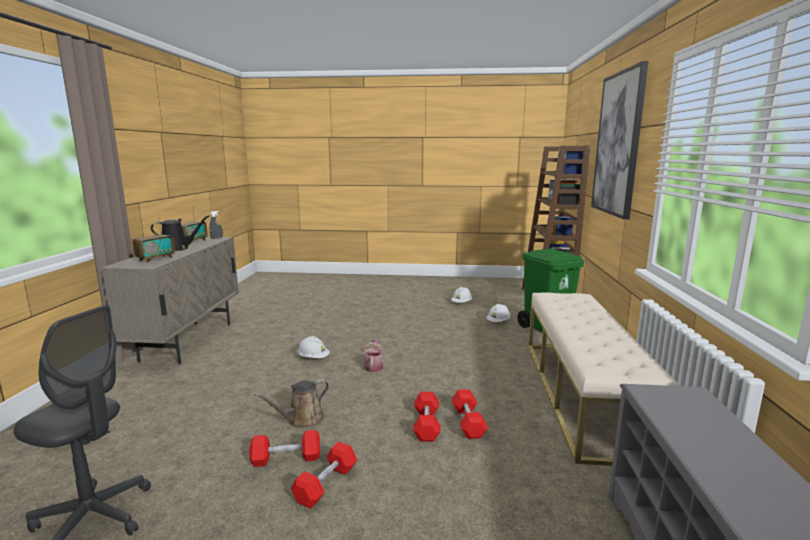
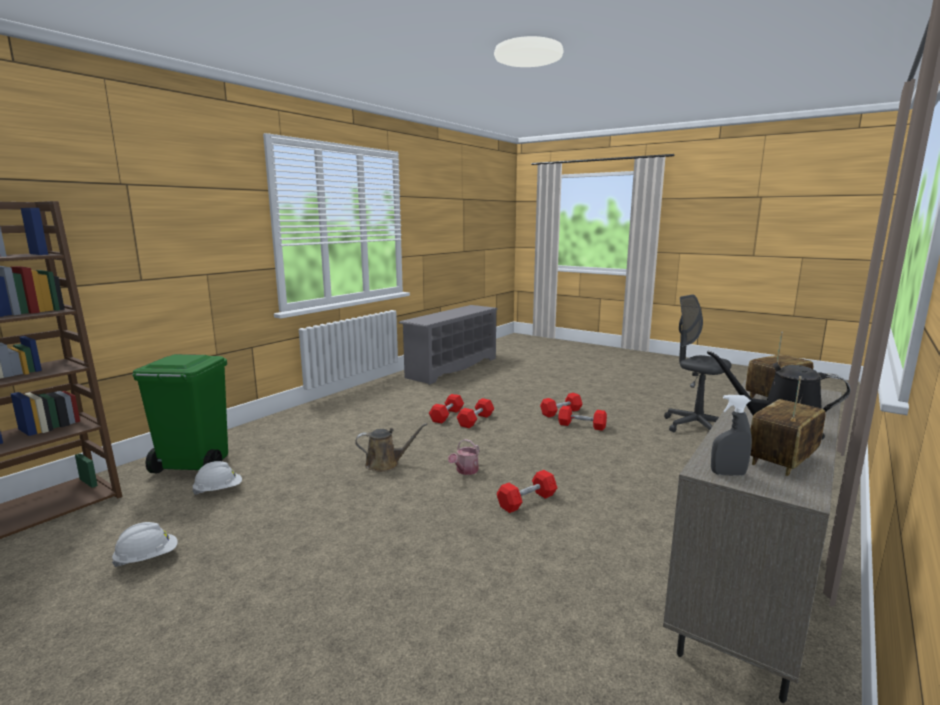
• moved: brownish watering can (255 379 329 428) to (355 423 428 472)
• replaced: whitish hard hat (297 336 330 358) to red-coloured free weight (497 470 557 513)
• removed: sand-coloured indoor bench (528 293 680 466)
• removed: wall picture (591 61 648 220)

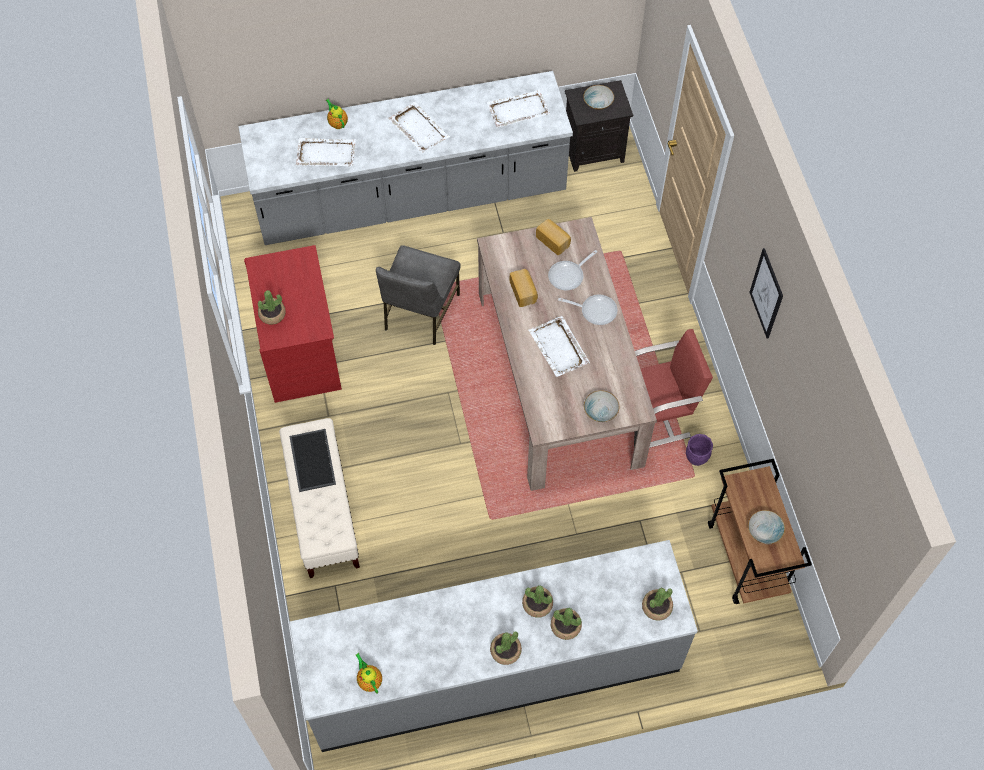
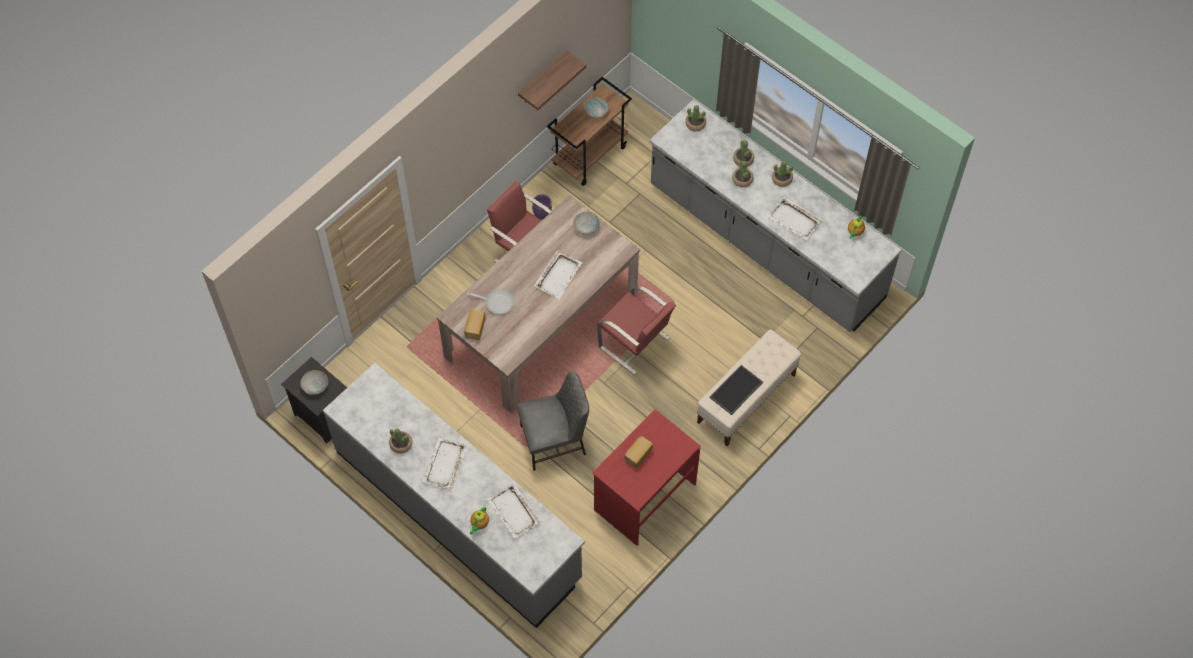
• moved: houseplant (258 290 286 324) to (389 428 412 454)
• moved: whitish tray (487 90 550 128) to (767 197 823 240)
• moved: bread (510 269 538 307) to (624 436 653 469)
• removed: pan (558 295 618 325)
• removed: wall picture (749 248 783 338)
• added: shelf (518 50 586 110)
• added: red-coloured upright chair (597 286 676 375)

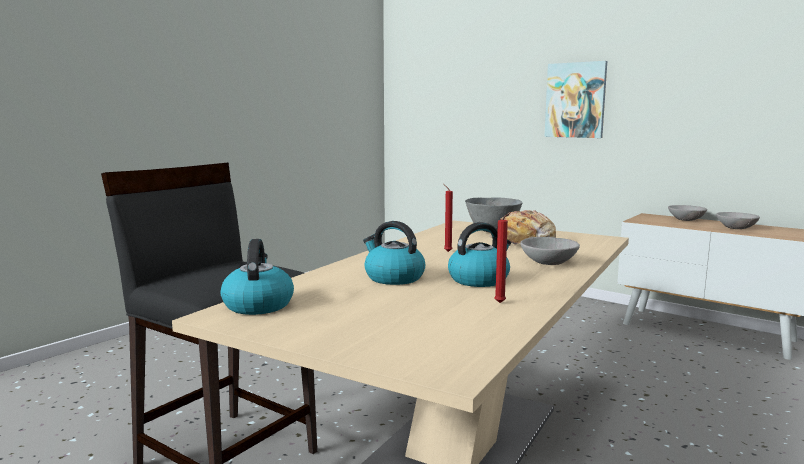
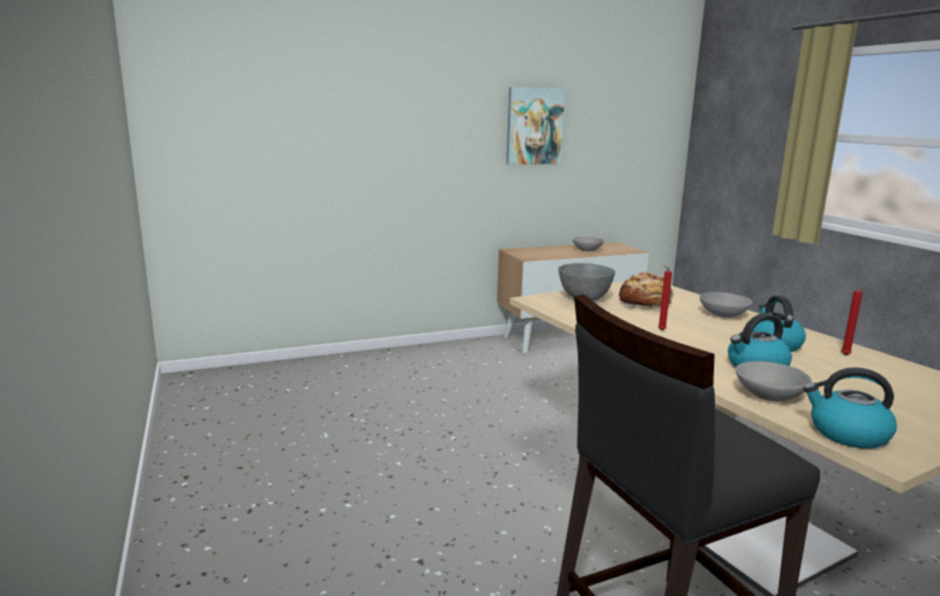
• moved: wall picture (544 61 607 138) to (506 87 565 165)
• moved: grey deep dish (668 205 707 221) to (735 361 812 402)

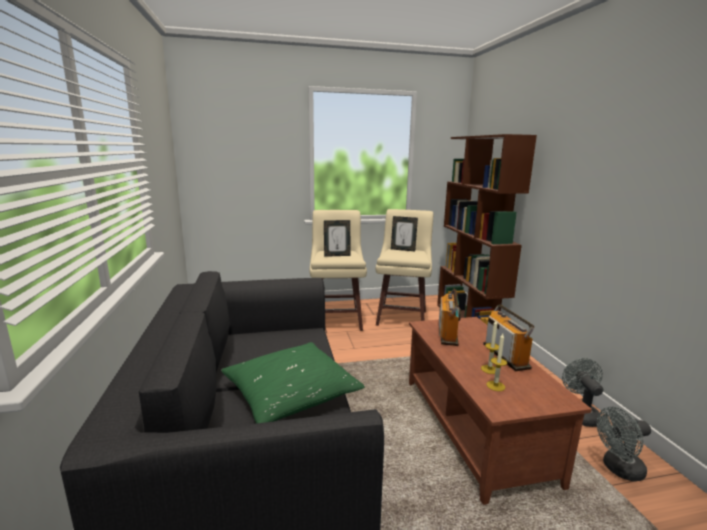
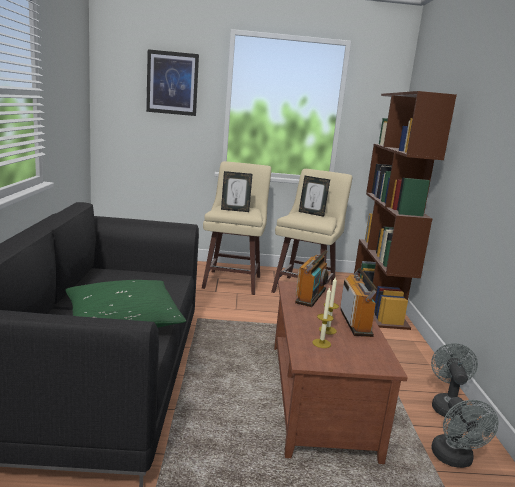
• turned: grey electric fan (597 407 651 481) = (431 397 499 468) 90 degrees counterclockwise
• added: wall picture (146 49 199 116)

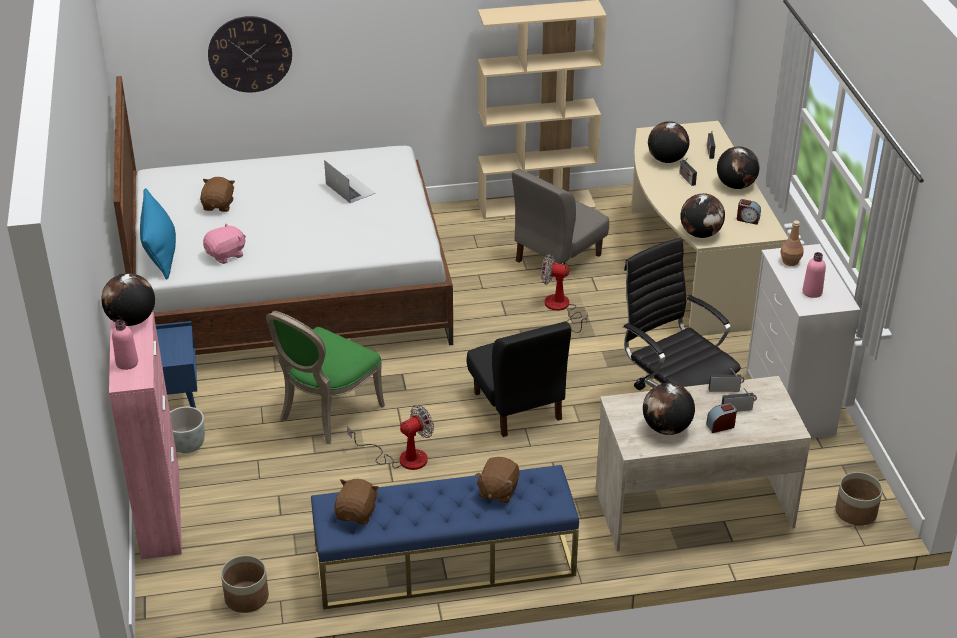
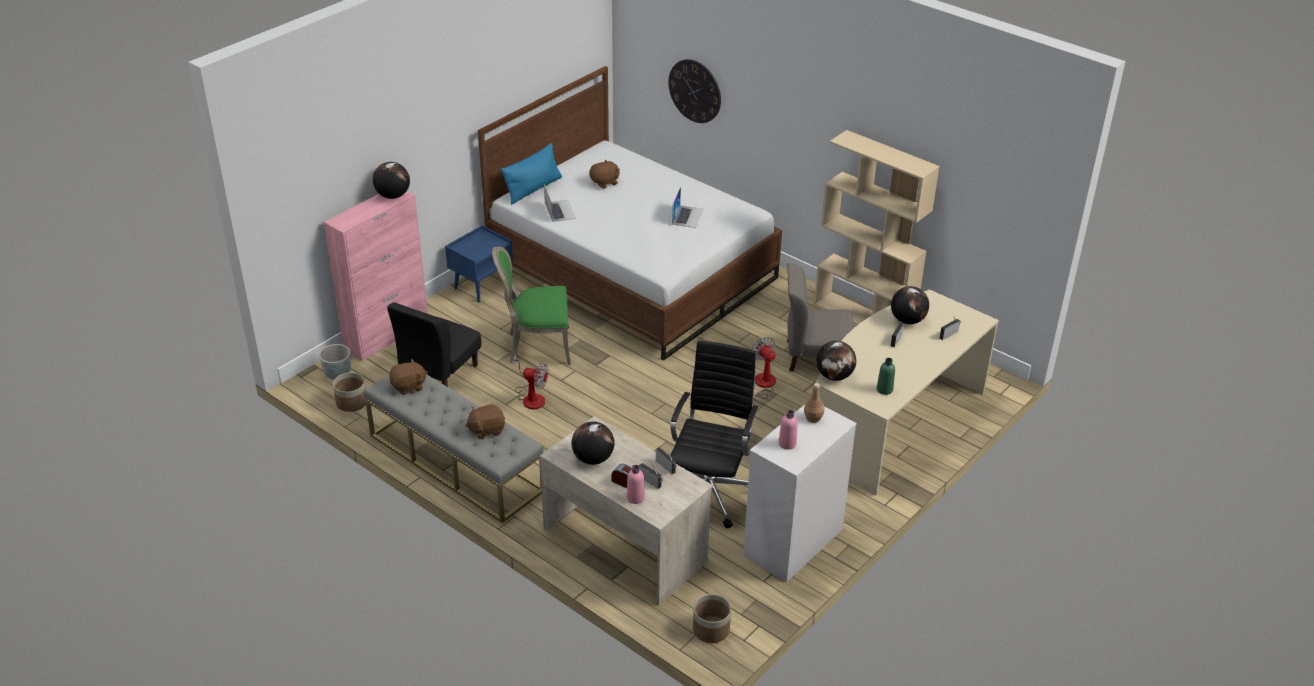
• moved: pink-coloured drink bottle (112 320 138 370) to (627 465 645 504)
• moved: grey plant pot (170 407 205 453) to (319 344 351 380)
• replaced: pink-coloured plush toy (203 223 246 264) to notebook computer (544 184 576 222)
• recoloured: bluish indoor bench (311 465 579 610) to grey indoor bench (364 374 544 523)
• moved: black upright chair (467 321 571 437) to (387 302 482 387)
• removed: world globe (717 146 760 189)
• replaced: bedside clock (737 199 761 225) to green-coloured drink bottle (877 358 895 395)

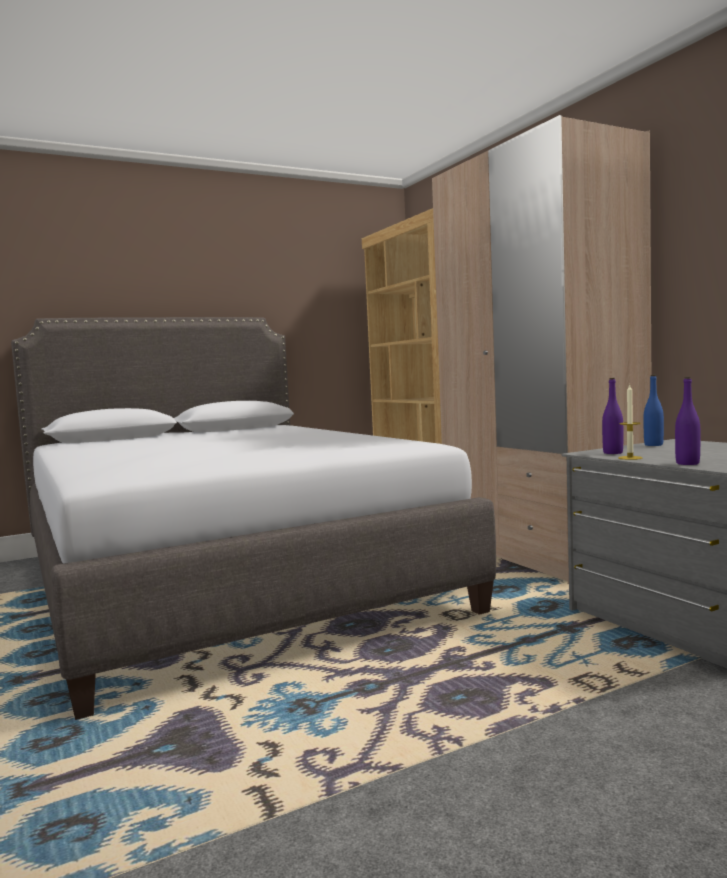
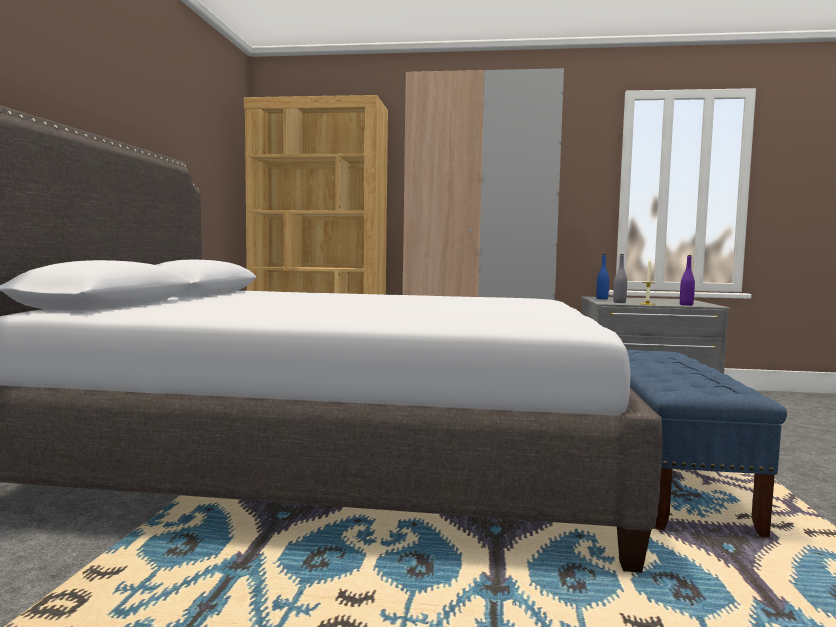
• recoloured: purple-coloured drink bottle (602 378 623 454) to grey drink bottle (613 254 627 303)
• added: bluish indoor bench (627 350 787 537)

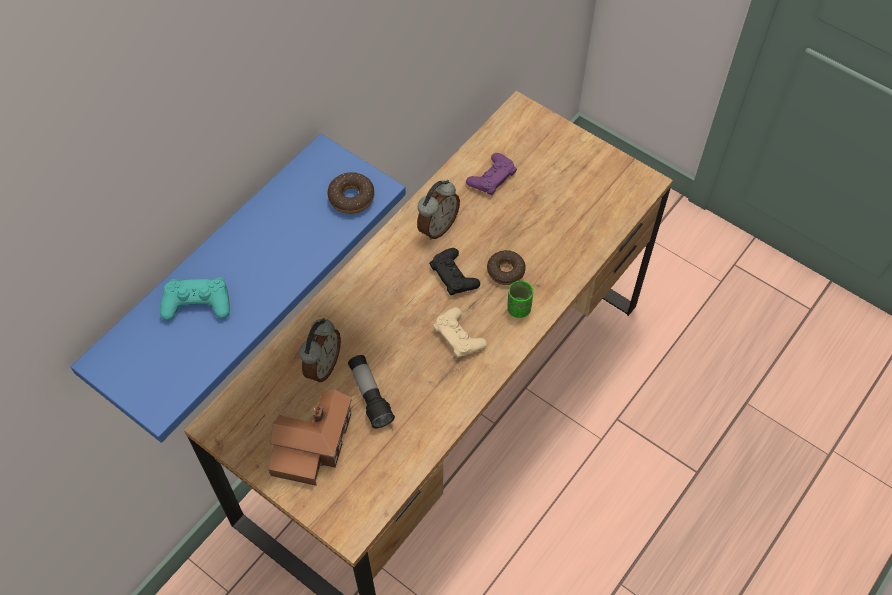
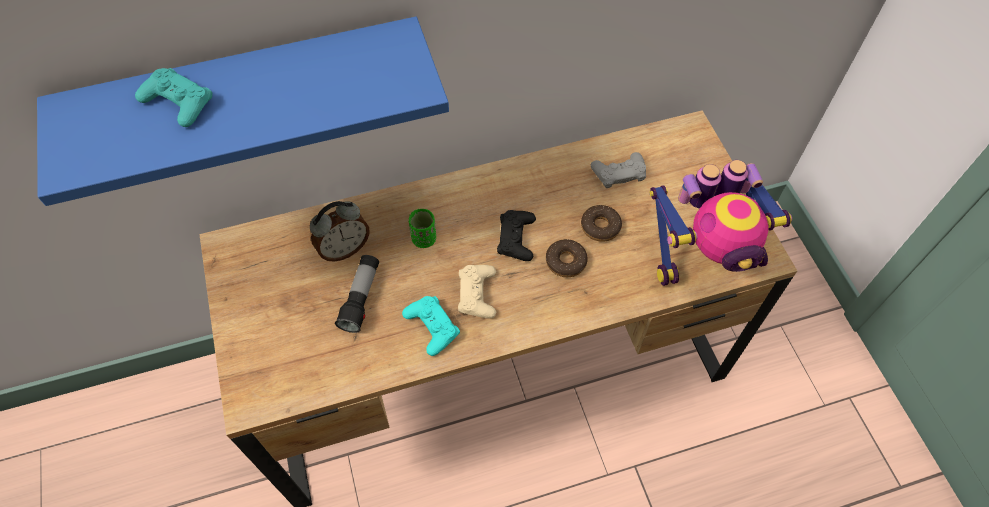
• removed: miniature house (268 389 352 486)
• moved: doughnut (327 172 375 214) to (581 205 622 242)
• removed: bedside clock (417 180 460 240)
• recoloured: purple-coloured game controller (466 153 517 195) to grey game controller (591 152 646 188)
• moved: green-coloured cup (507 281 533 318) to (409 209 436 248)
• added: turquoise-coloured game controller (402 296 460 356)
• added: toy robot (650 160 792 286)

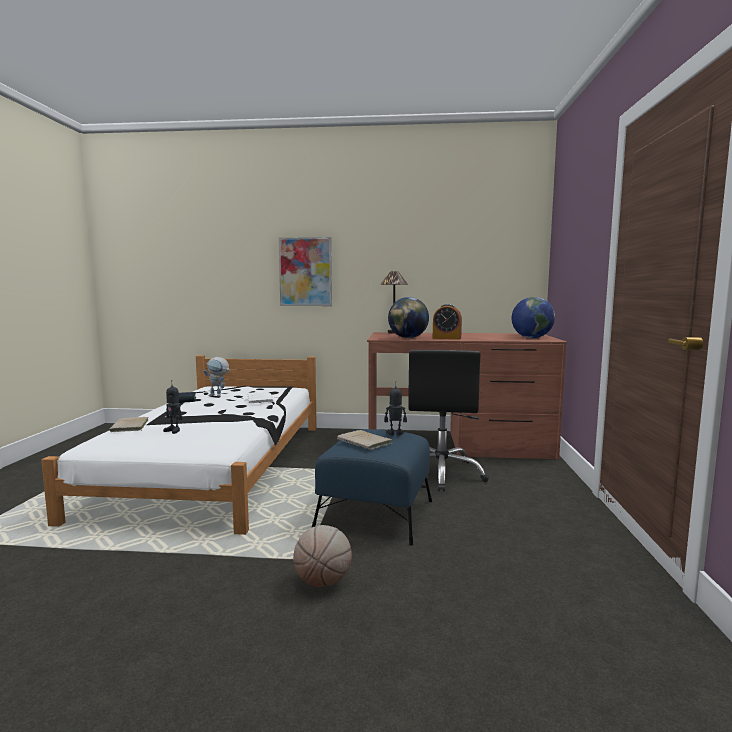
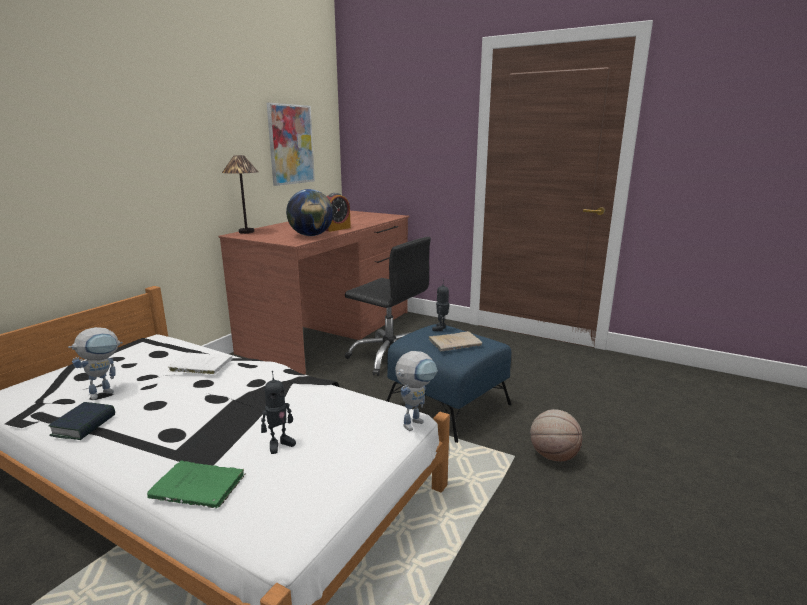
• recoloured: sand-coloured volume (109 417 149 432) to green-coloured volume (147 460 246 508)
• moved: wall picture (278 237 332 306) to (267 103 315 186)
• removed: world globe (512 297 555 338)
• added: toy robot (395 351 438 431)

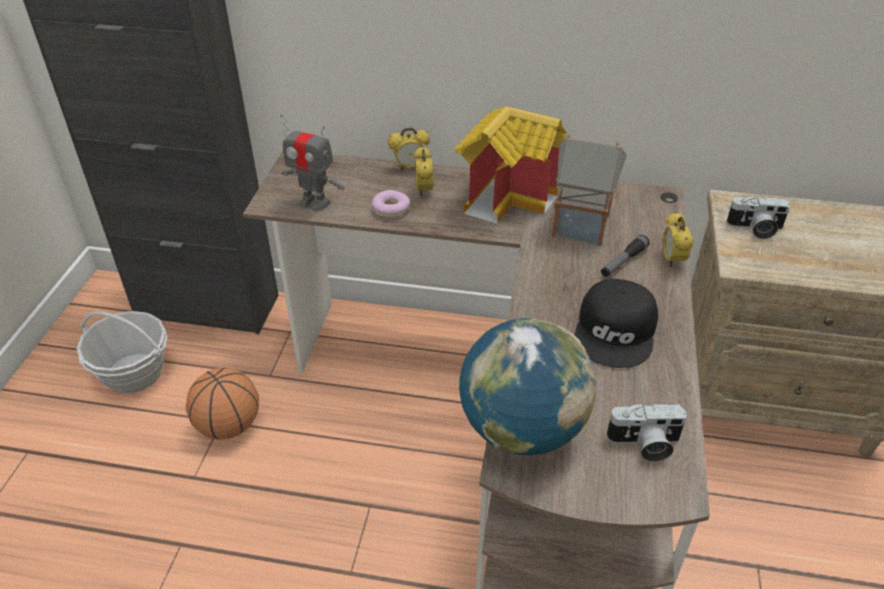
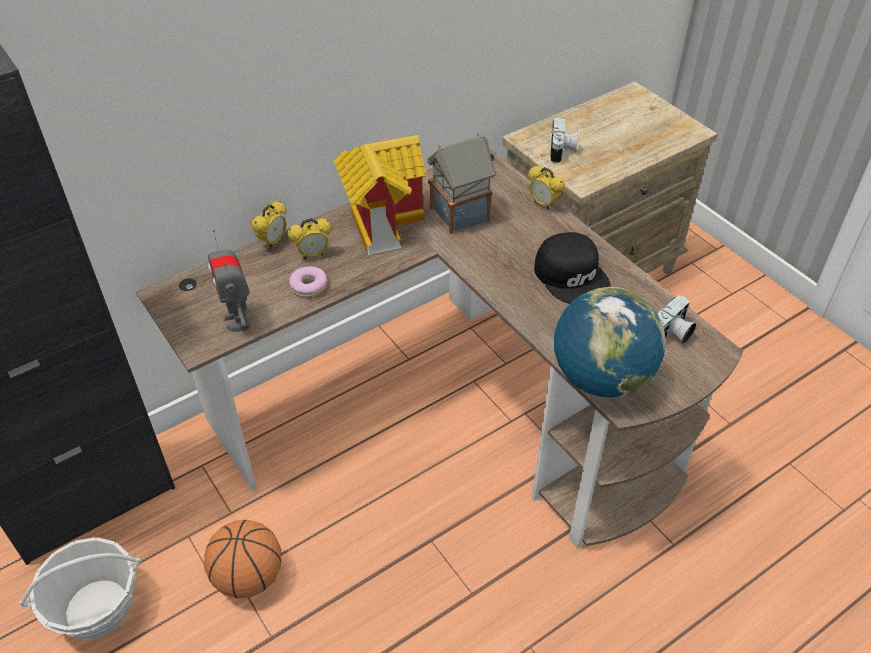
• turned: toy robot (280 114 344 211) = (208 230 250 332) 90 degrees clockwise
• turned: bedside clock (413 147 434 197) = (288 218 332 260) 60 degrees counterclockwise
• removed: hand torch (601 235 650 277)
• turned: photo camera (726 196 790 239) = (550 117 578 164) 45 degrees counterclockwise

